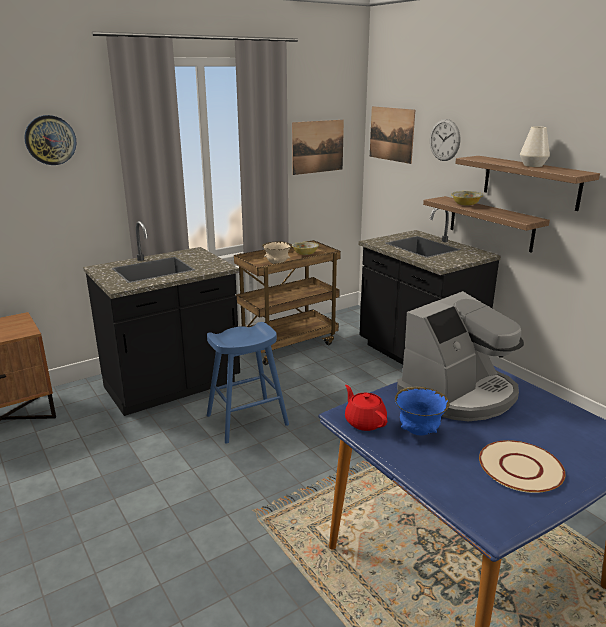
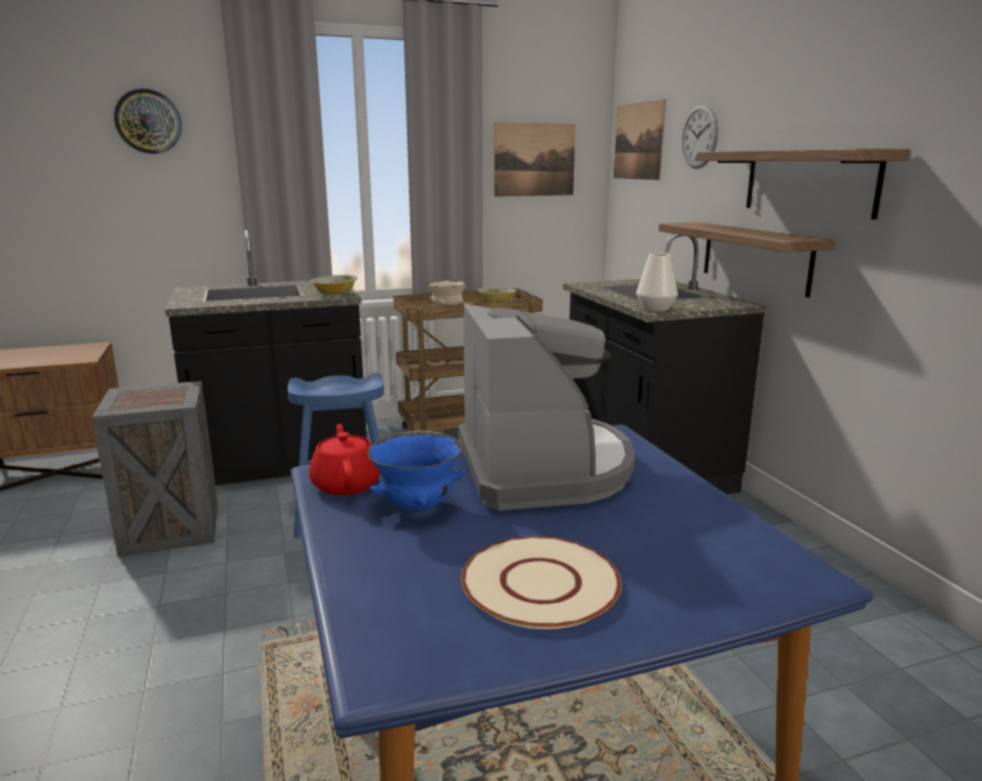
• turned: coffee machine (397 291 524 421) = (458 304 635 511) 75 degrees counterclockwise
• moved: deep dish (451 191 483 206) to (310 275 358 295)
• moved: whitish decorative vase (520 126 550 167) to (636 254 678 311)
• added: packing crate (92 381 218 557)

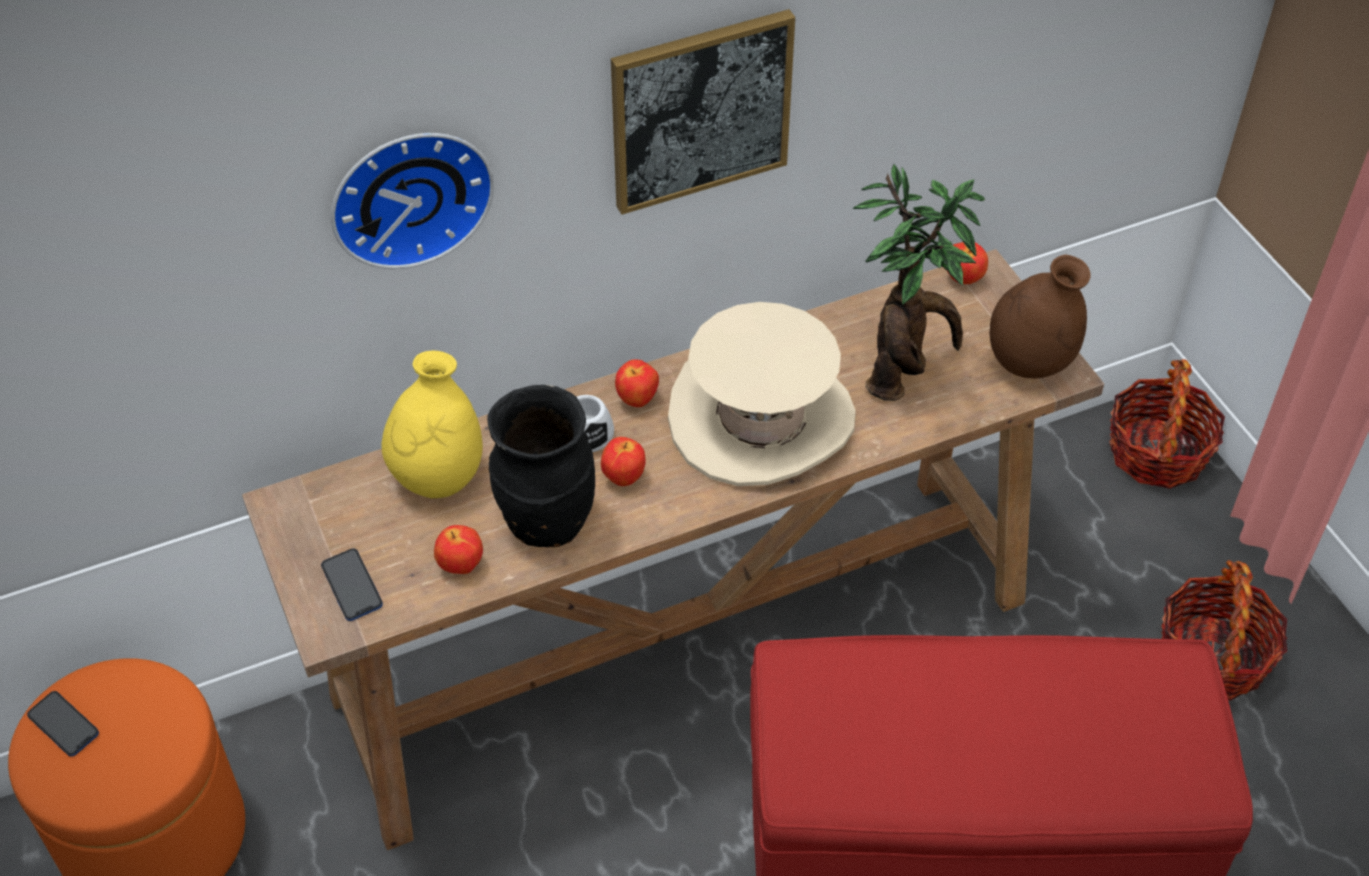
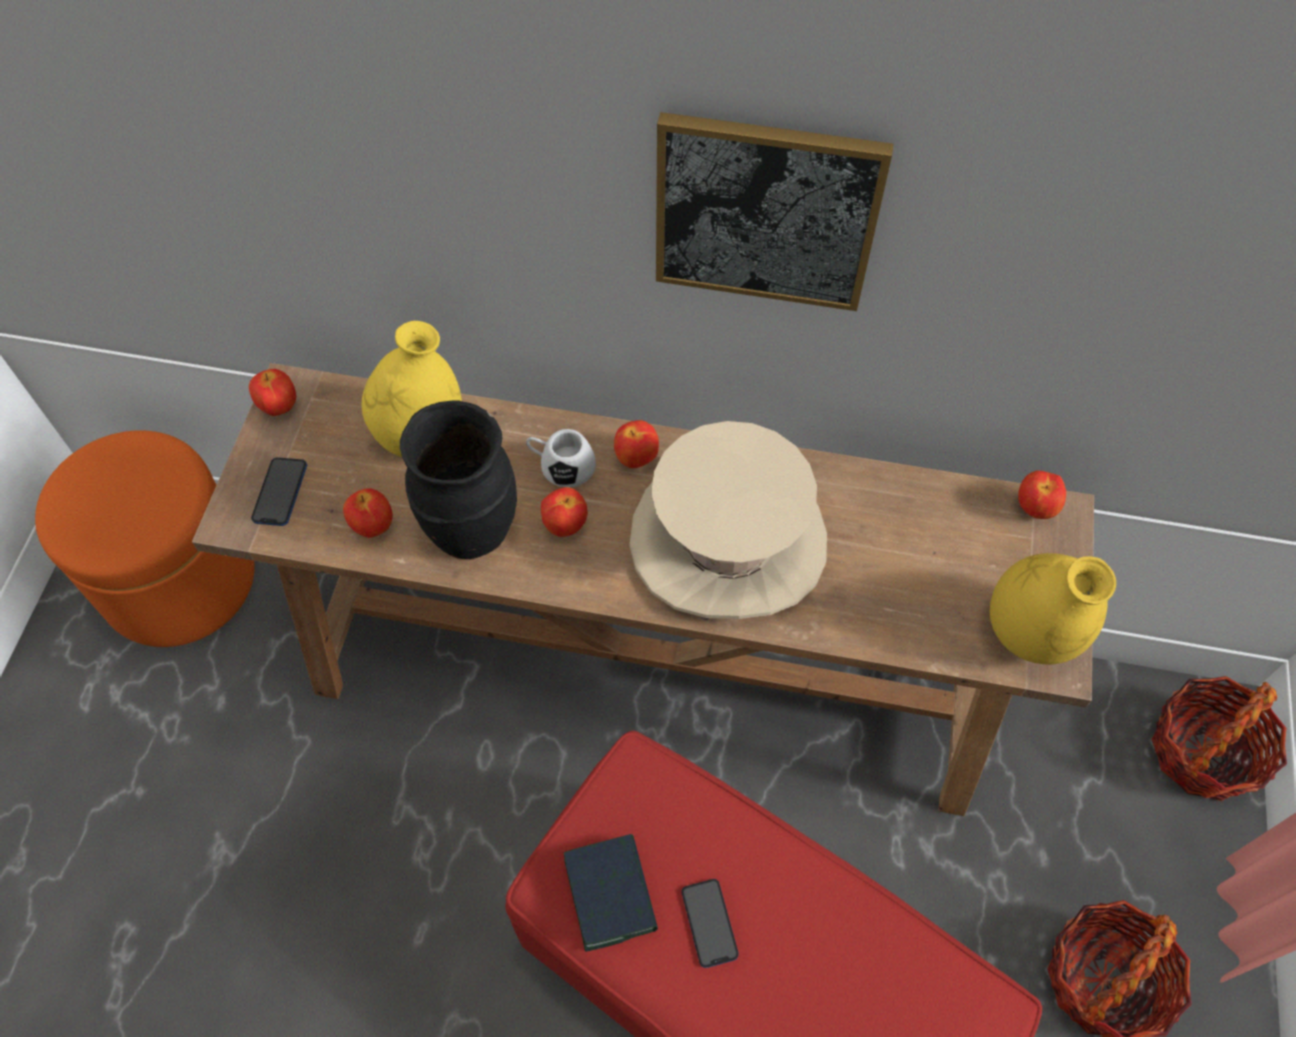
• moved: phone (27 691 99 757) to (681 879 739 968)
• removed: clock on the wall (331 133 494 269)
• removed: houseplant (853 164 985 401)
• recoloured: brownish decorative vase (990 255 1091 378) to yellowish decorative vase (990 553 1116 664)
• added: apple fruit (249 369 296 416)
• added: volume (564 834 658 952)

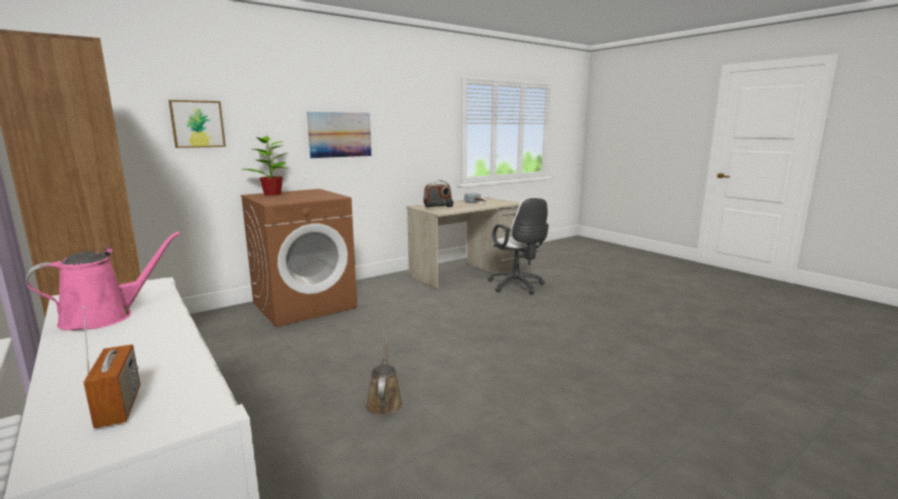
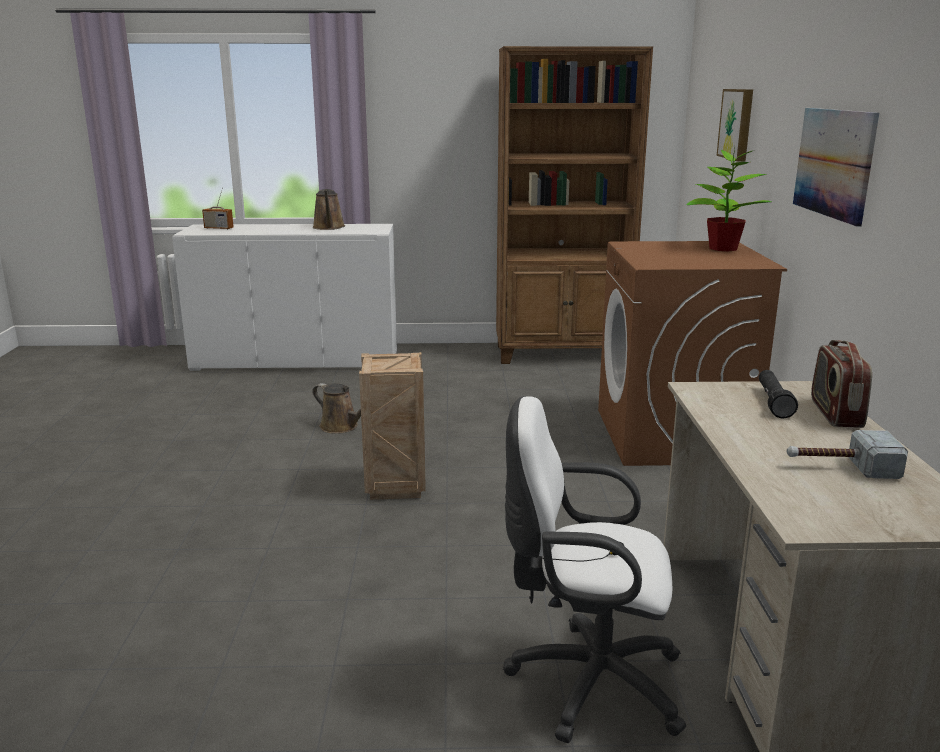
• recoloured: pink-coloured watering can (26 231 180 330) to brownish watering can (313 189 345 230)
• added: packing crate (359 352 426 500)

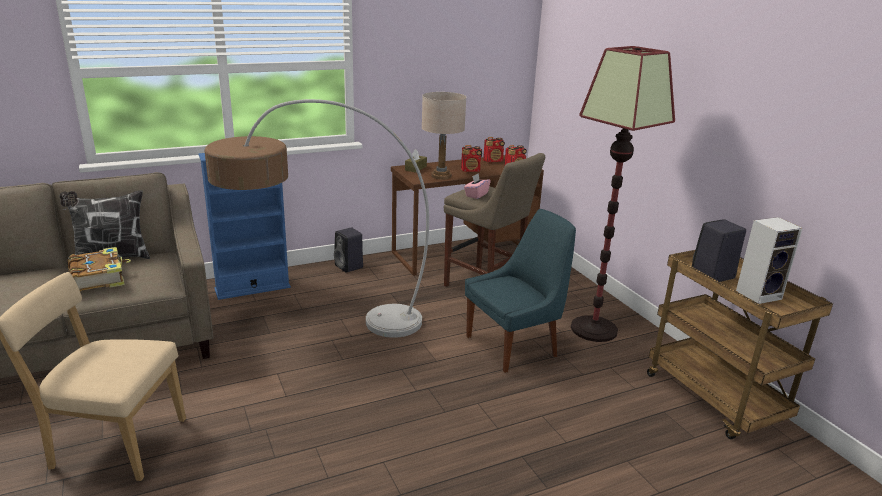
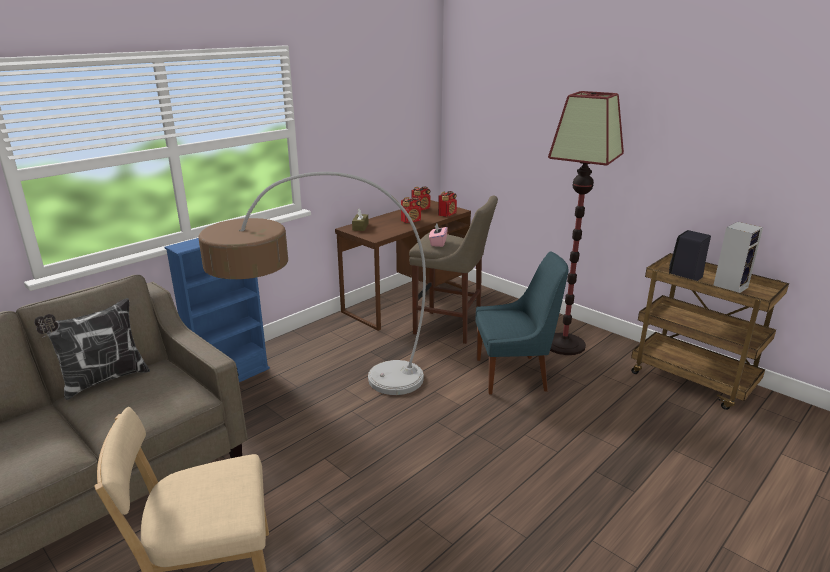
• removed: volume (68 247 131 292)
• removed: black speaker (334 227 363 273)
• removed: sand-coloured lamp for a table (422 92 466 179)
• turned: bluish upright chair (465 209 576 373) = (476 251 568 395) 45 degrees clockwise

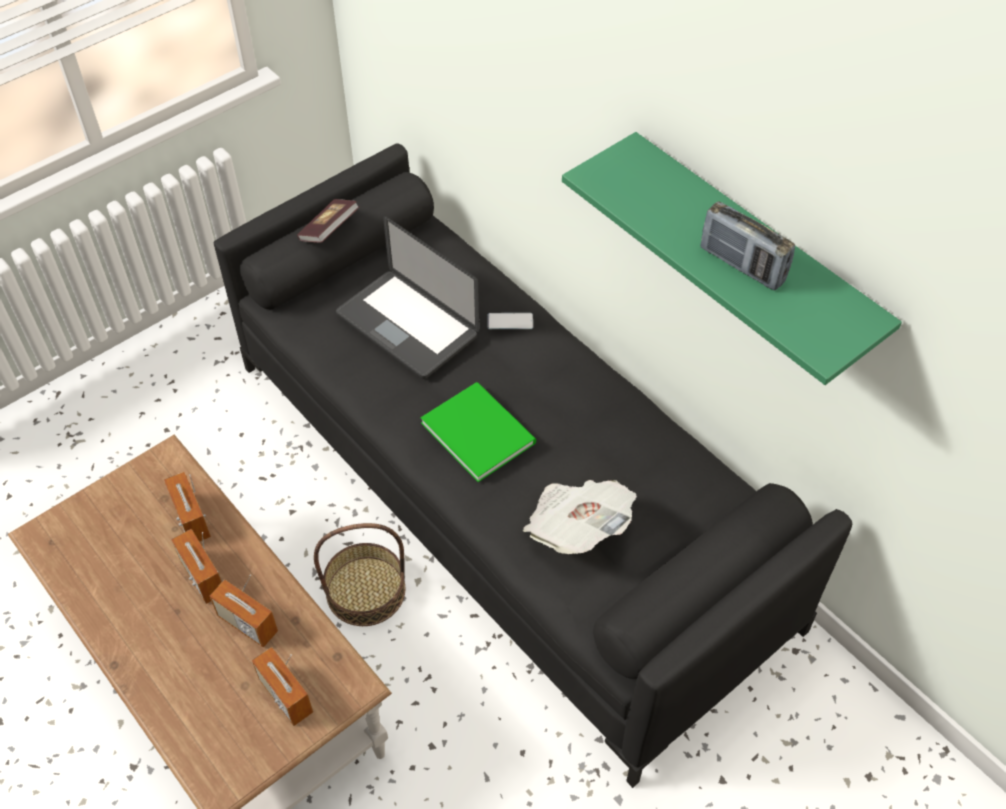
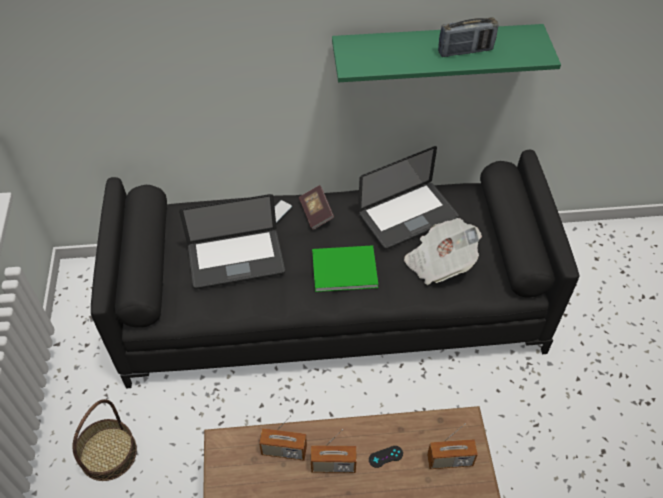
• replaced: radio (210 575 278 647) to black game controller (369 446 403 468)
• moved: volume (297 199 360 243) to (299 185 334 230)
• moved: household basket (314 523 405 626) to (72 399 137 481)
• added: notebook computer (358 146 459 250)

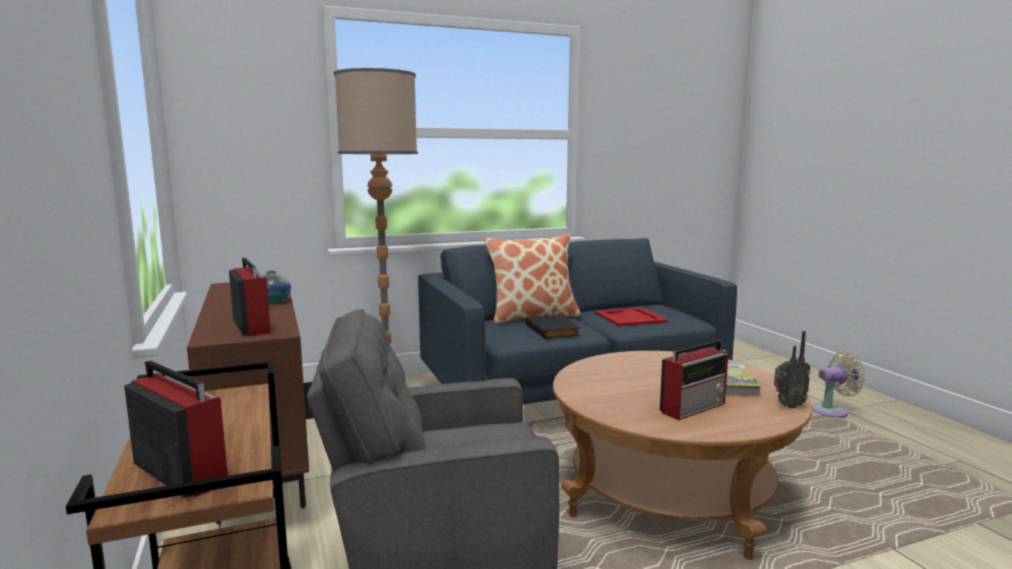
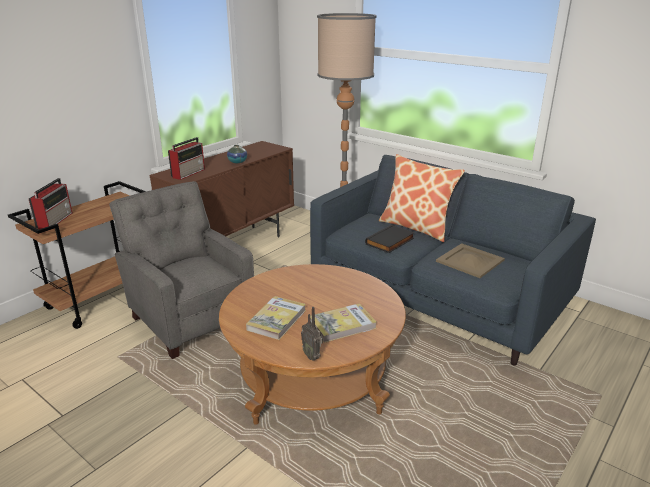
• recoloured: red-coloured tray (595 307 668 327) to sand-coloured tray (436 243 505 278)
• replaced: radio (660 339 728 420) to volume (246 296 306 340)
• removed: sand-coloured electric fan (812 351 865 418)

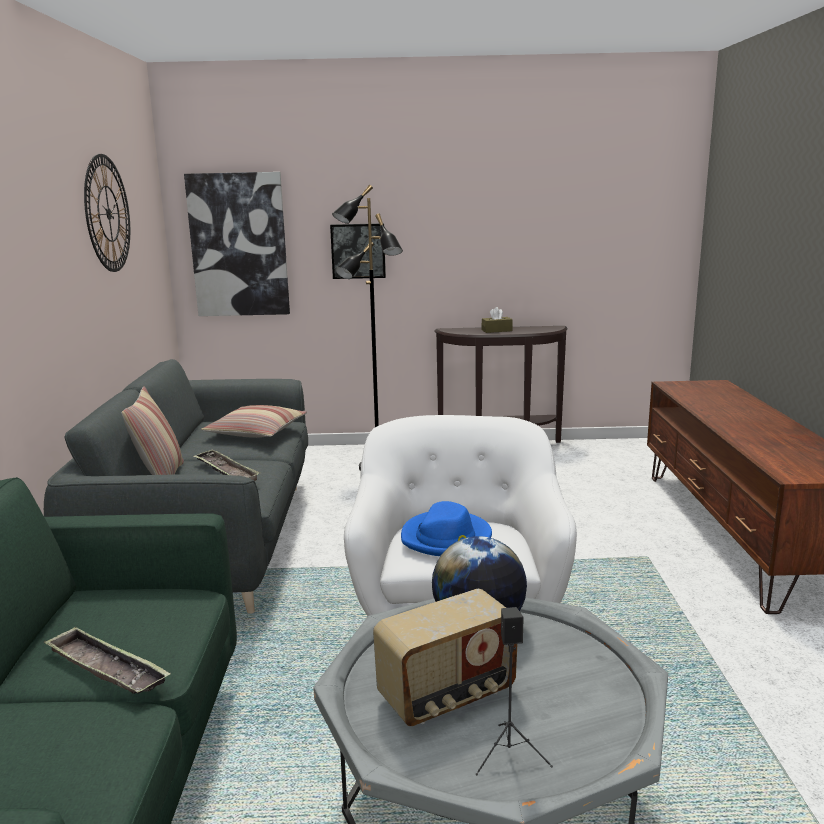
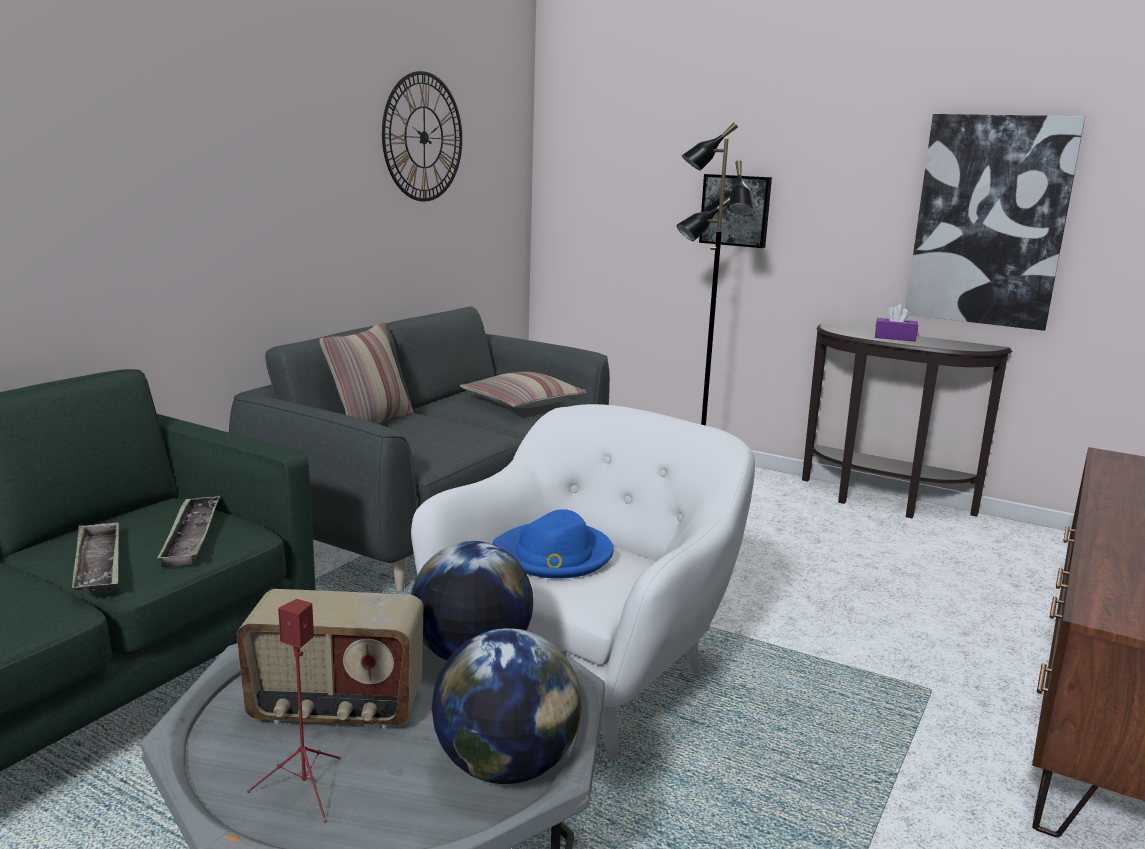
• moved: wall picture (184 172 290 316) to (905 114 1085 331)
• moved: tray (194 450 260 481) to (157 496 220 567)
• recoloured: black speaker (476 607 553 775) to red-coloured speaker (247 599 341 823)
• recoloured: brownish tissue box (482 307 513 333) to purple-coloured tissue box (875 304 918 342)
• added: world globe (432 628 582 784)

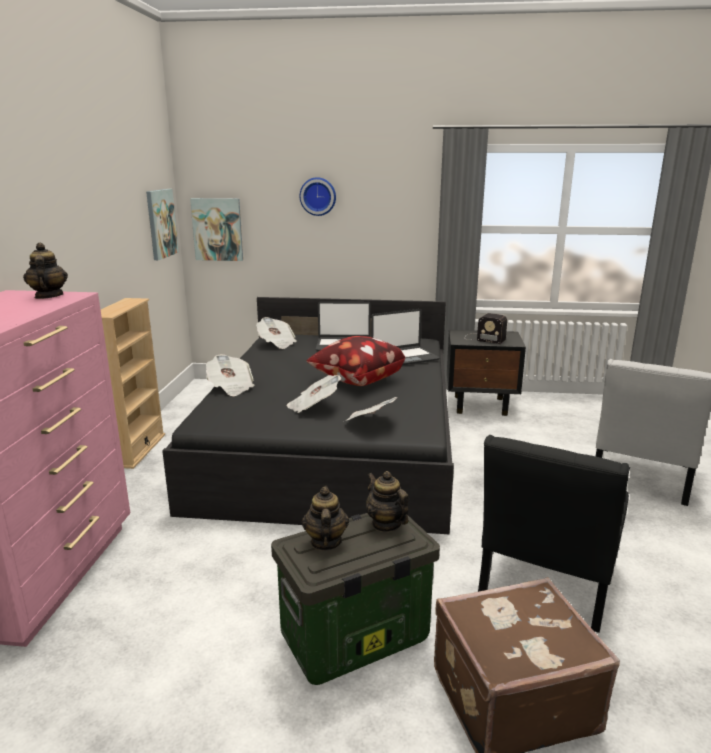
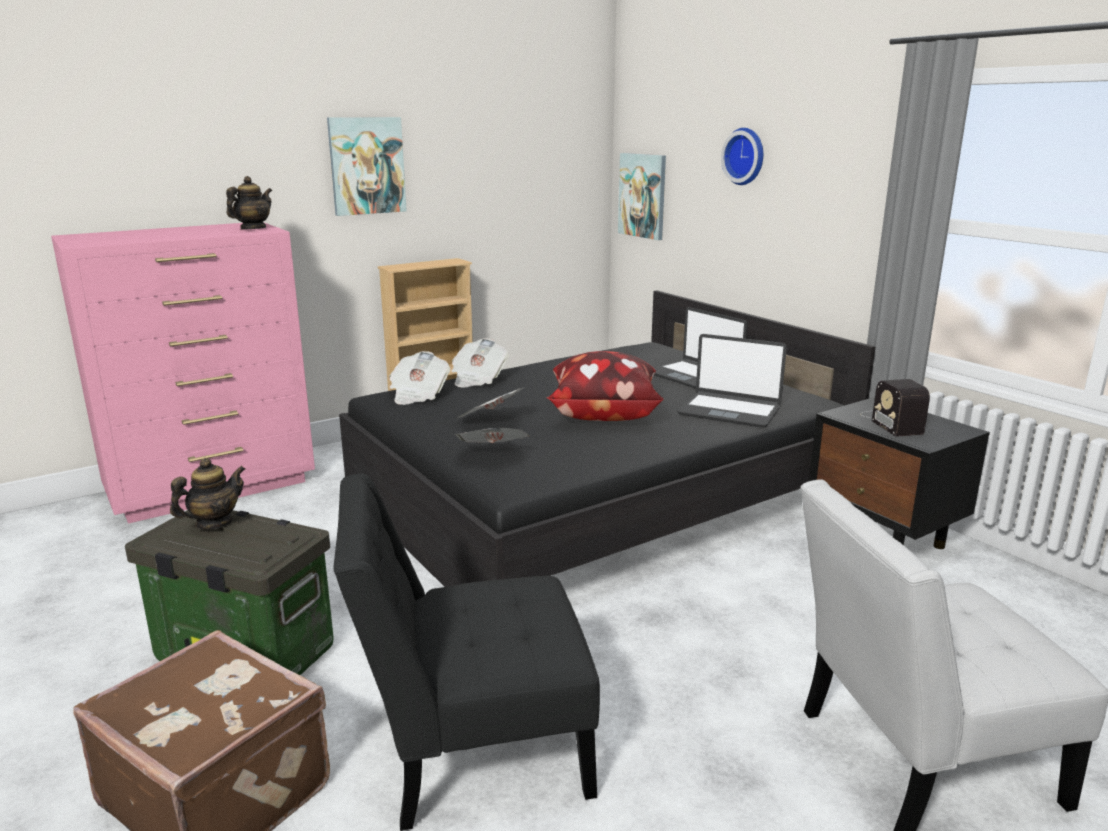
• moved: wall picture (146 189 179 260) to (327 117 407 216)
• moved: printed paper (256 317 297 349) to (389 351 450 405)
• removed: tea pot (366 471 409 532)

